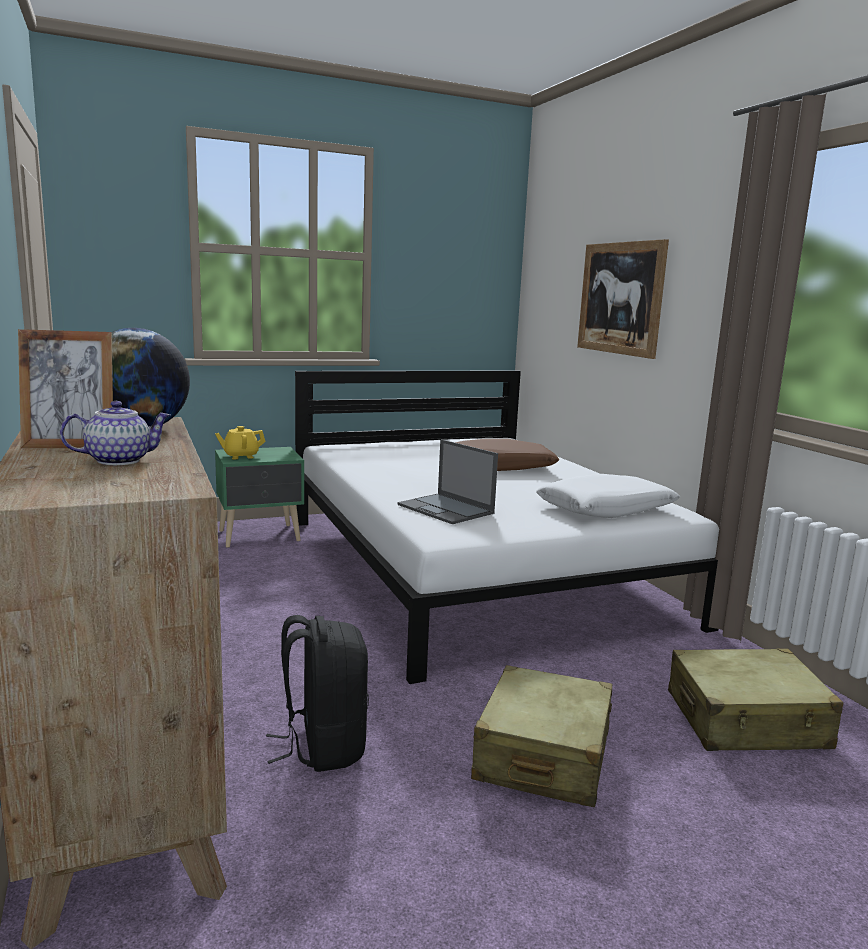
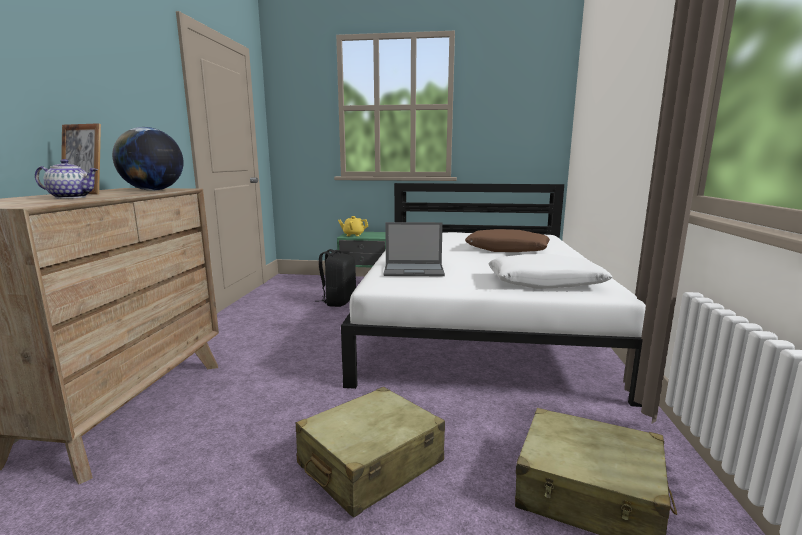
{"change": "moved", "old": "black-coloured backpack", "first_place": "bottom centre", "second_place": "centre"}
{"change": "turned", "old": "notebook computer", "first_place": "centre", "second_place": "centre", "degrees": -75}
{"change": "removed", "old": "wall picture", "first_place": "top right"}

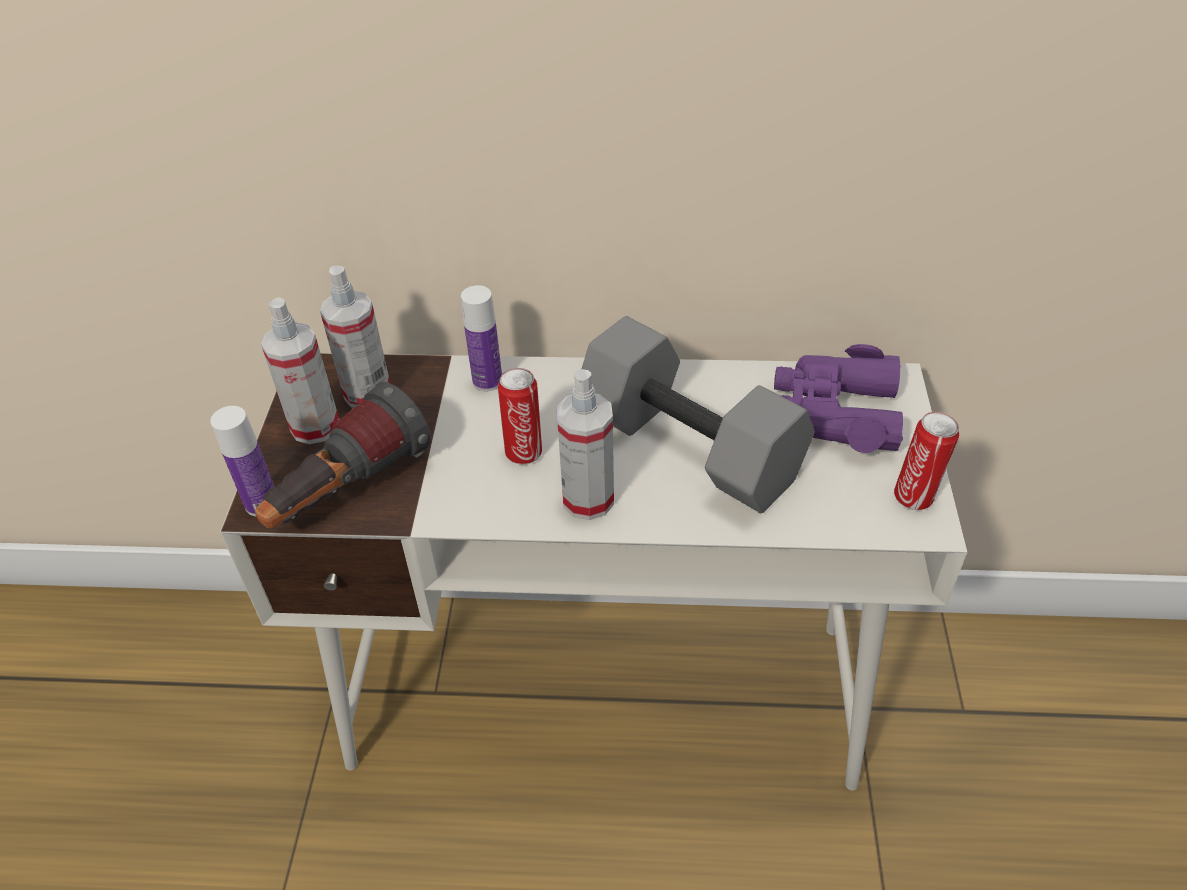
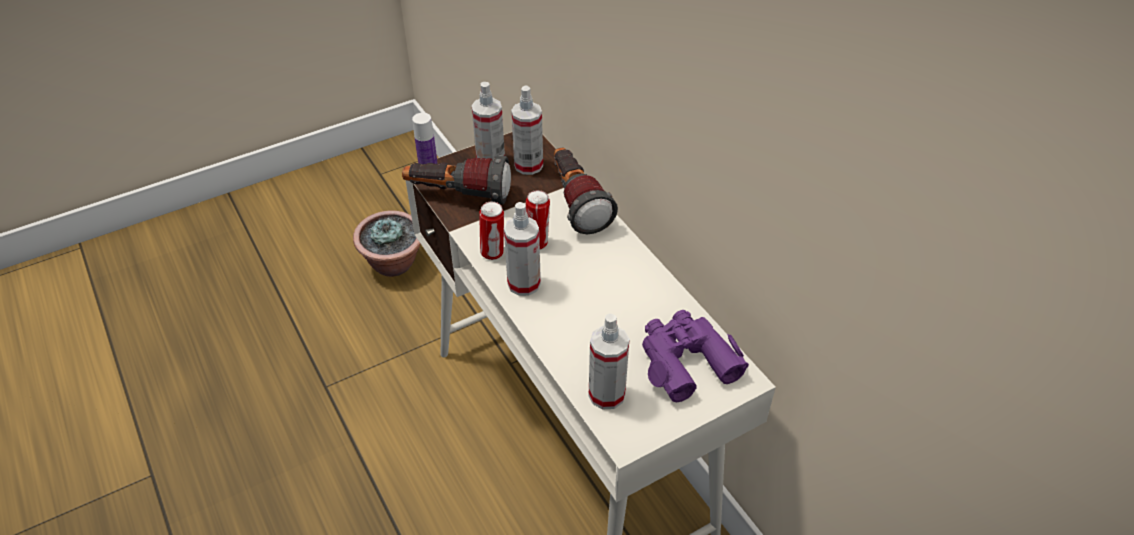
{"change": "added", "new": "houseplant", "second_place": "centre"}
{"change": "moved", "old": "sealed can (2nd from left in the first image)", "new": "sealed can (1st from left)", "first_place": "middle right", "second_place": "centre"}
{"change": "replaced", "old": "bottle (2nd from left)", "new": "flashlight (2nd from left)", "first_place": "centre", "second_place": "centre"}
{"change": "added", "new": "sprayer (4th from left)", "second_place": "bottom centre"}
{"change": "removed", "old": "greyish hand weight", "first_place": "centre"}

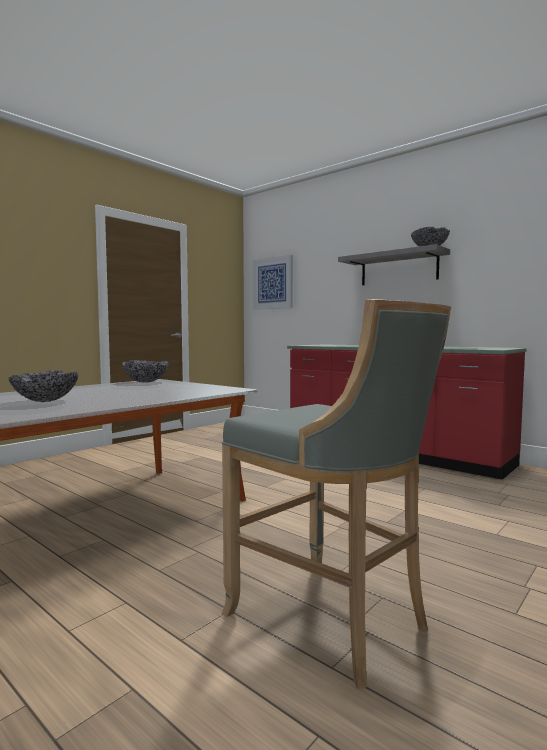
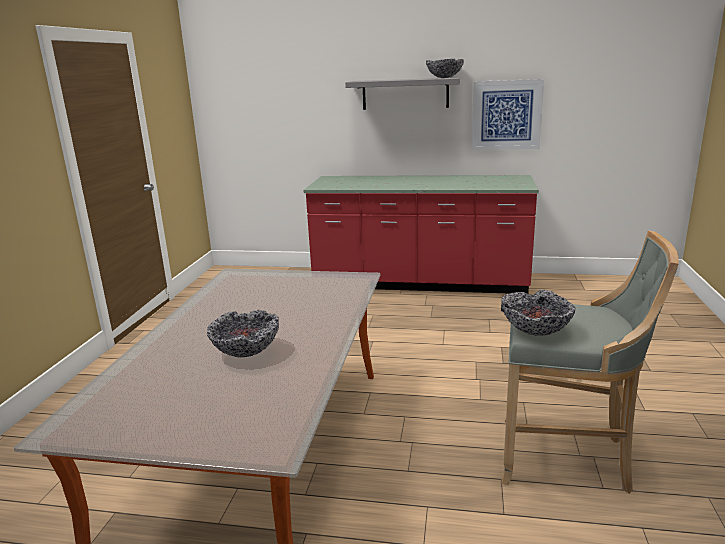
{"change": "moved", "old": "wall picture", "first_place": "centre", "second_place": "top right"}
{"change": "moved", "old": "serving bowl (2nd from left in the first image)", "new": "serving bowl (3rd from left)", "first_place": "middle left", "second_place": "middle right"}

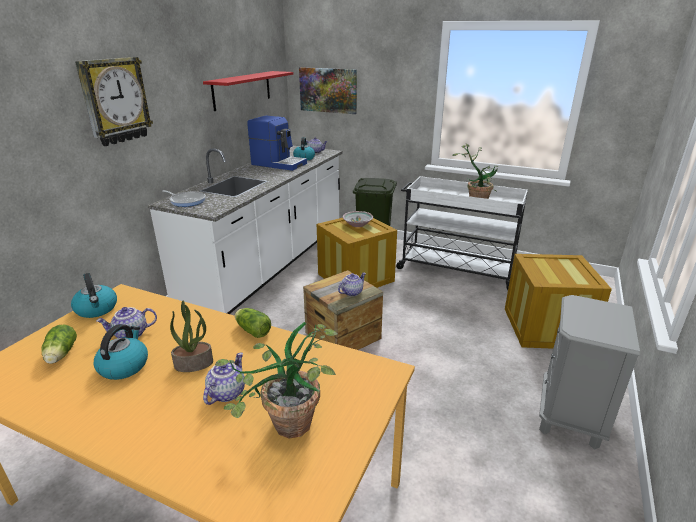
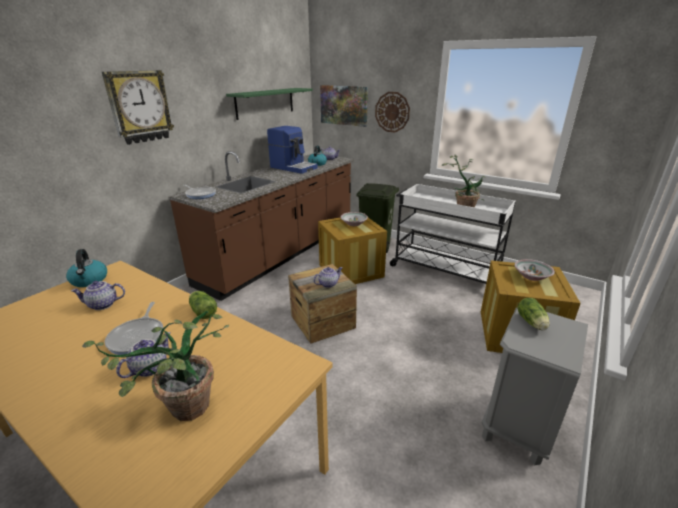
{"change": "replaced", "old": "houseplant (1st from left)", "new": "pan (1st from left)", "first_place": "middle left", "second_place": "middle left"}
{"change": "recoloured", "old": "whitish kitchen counter", "new": "brown-coloured kitchen counter", "first_place": "centre", "second_place": "centre"}
{"change": "recoloured", "old": "reddish wall shelf", "new": "greenish wall shelf", "first_place": "top centre", "second_place": "top centre"}
{"change": "added", "new": "wall clock (2nd from left)", "second_place": "top centre"}
{"change": "added", "new": "serving bowl (2nd from left)", "second_place": "middle right"}
{"change": "moved", "old": "lettuce (1st from left in the first image)", "new": "lettuce (2nd from left)", "first_place": "middle left", "second_place": "middle right"}
{"change": "removed", "old": "tea kettle (2nd from left)", "first_place": "bottom left"}

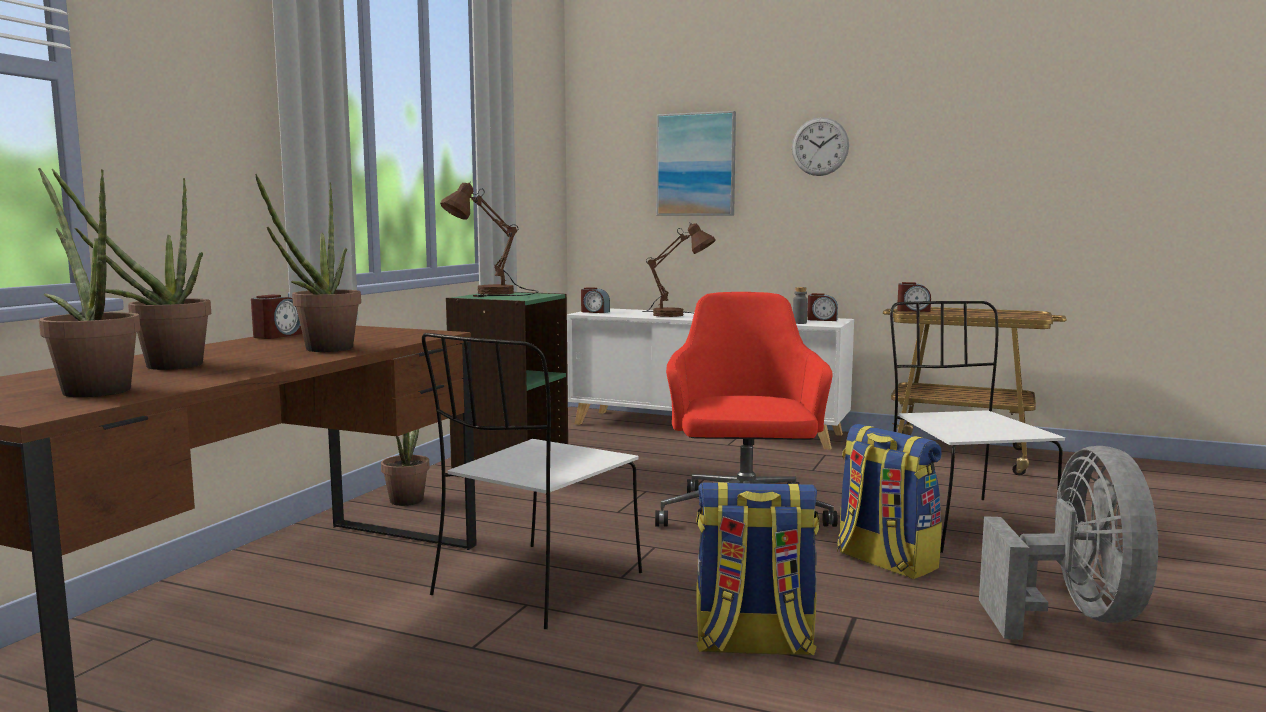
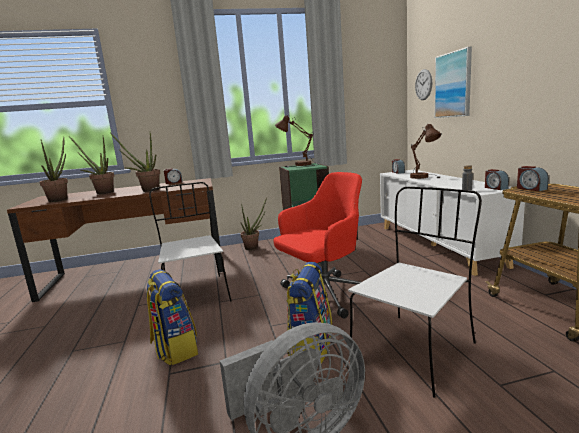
{"change": "turned", "old": "whitish upright chair (1st from left)", "first_place": "bottom centre", "second_place": "middle left", "degrees": 75}
{"change": "moved", "old": "wall clock", "first_place": "top centre", "second_place": "top right"}

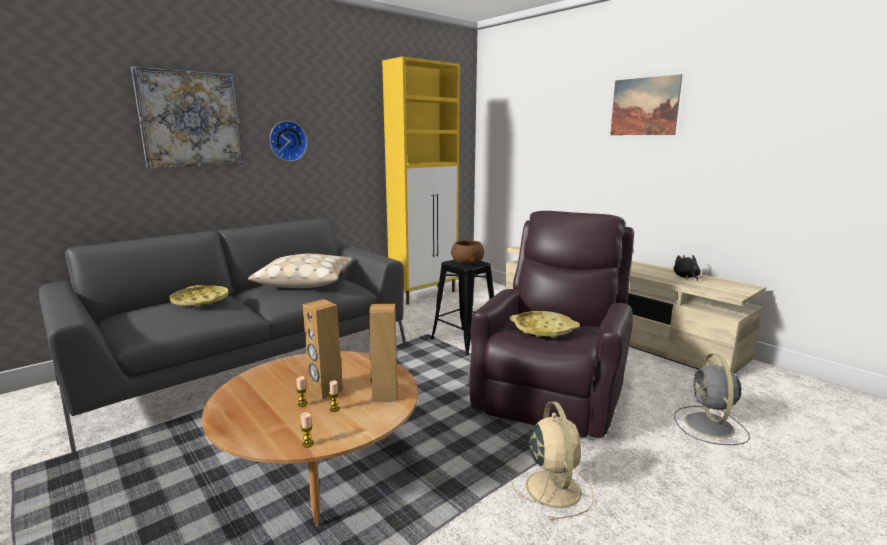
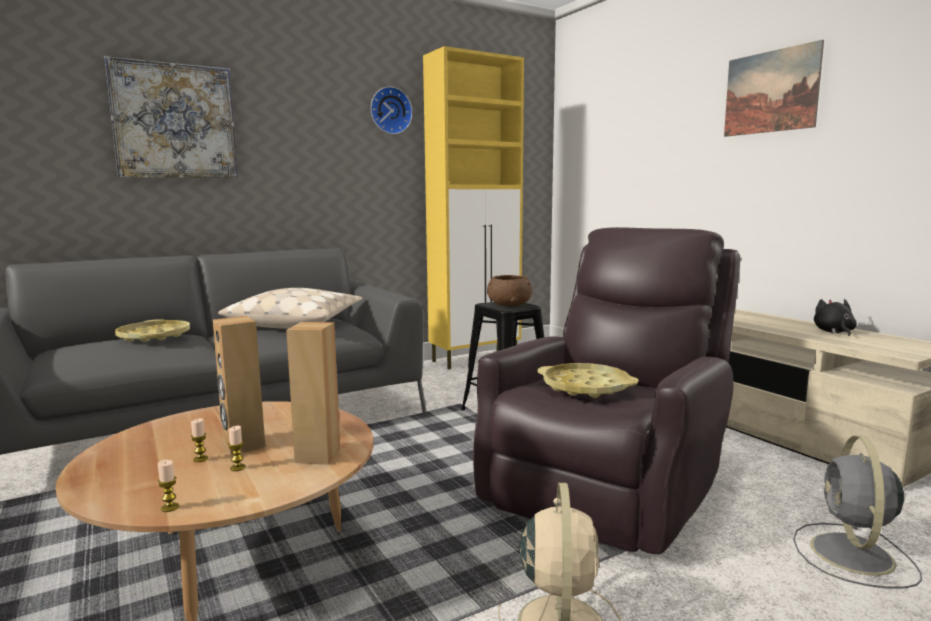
{"change": "moved", "old": "wall clock", "first_place": "top left", "second_place": "top centre"}

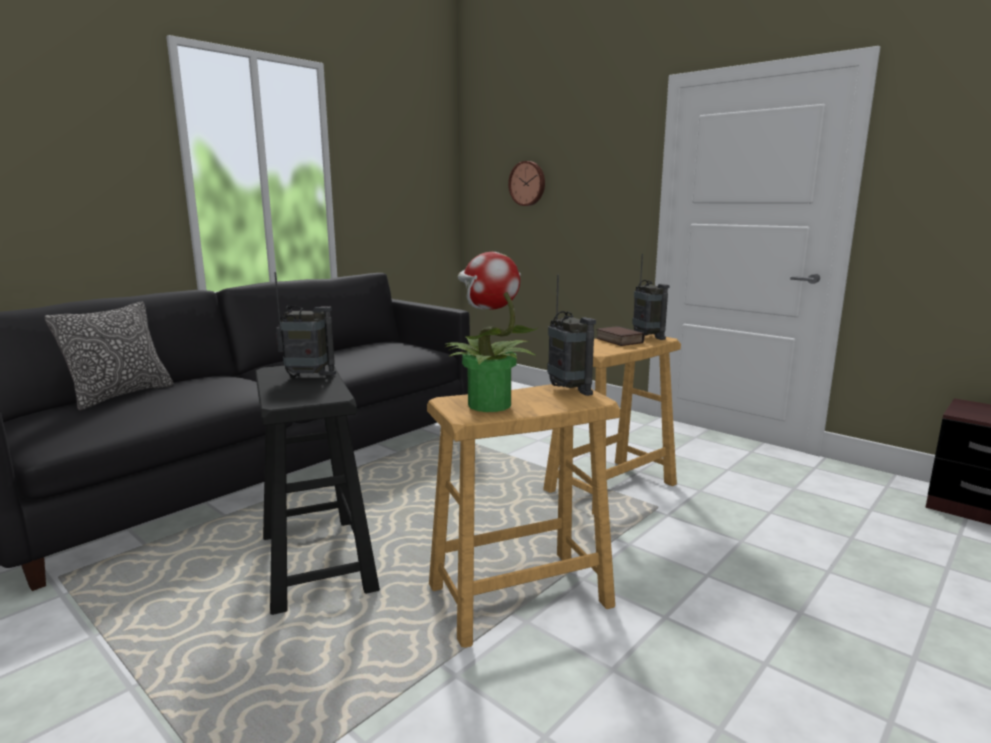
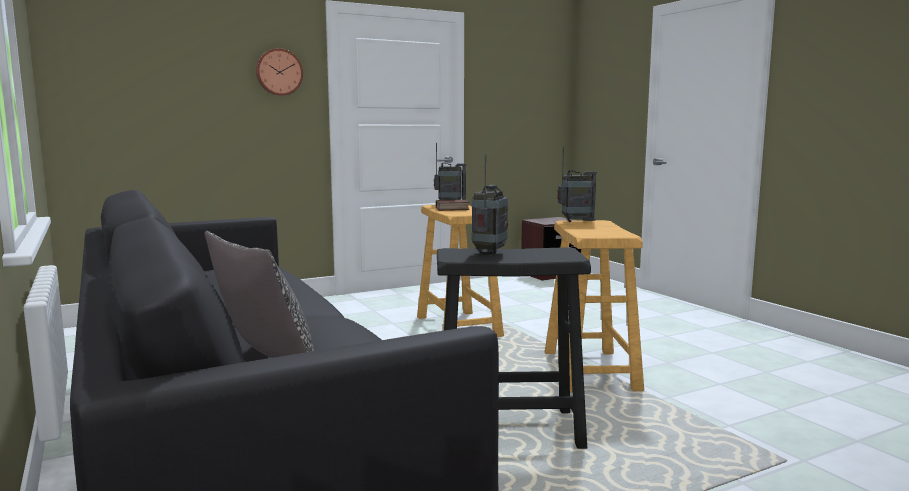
{"change": "moved", "old": "wall clock", "first_place": "top centre", "second_place": "top left"}
{"change": "removed", "old": "houseplant", "first_place": "centre"}

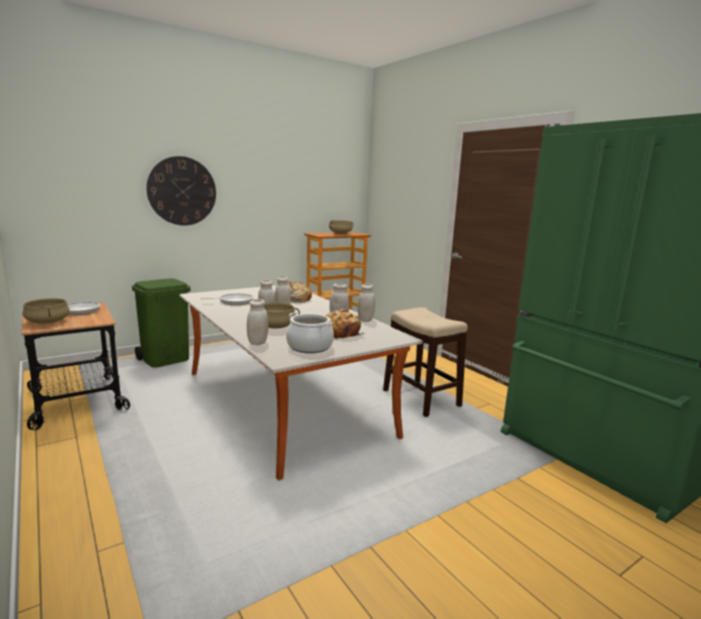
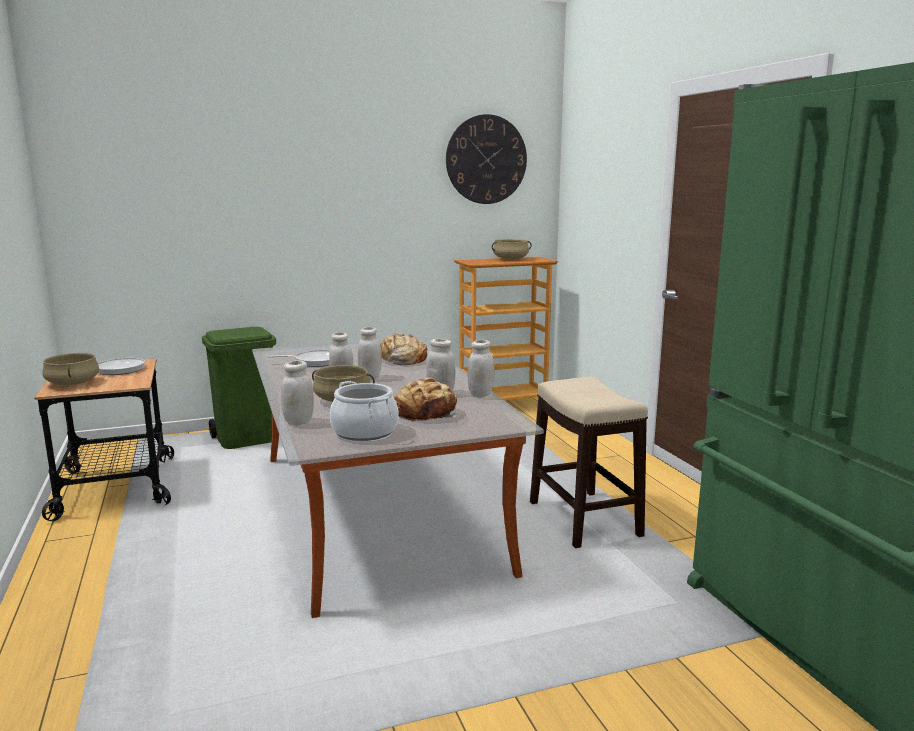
{"change": "moved", "old": "wall clock", "first_place": "top left", "second_place": "top centre"}

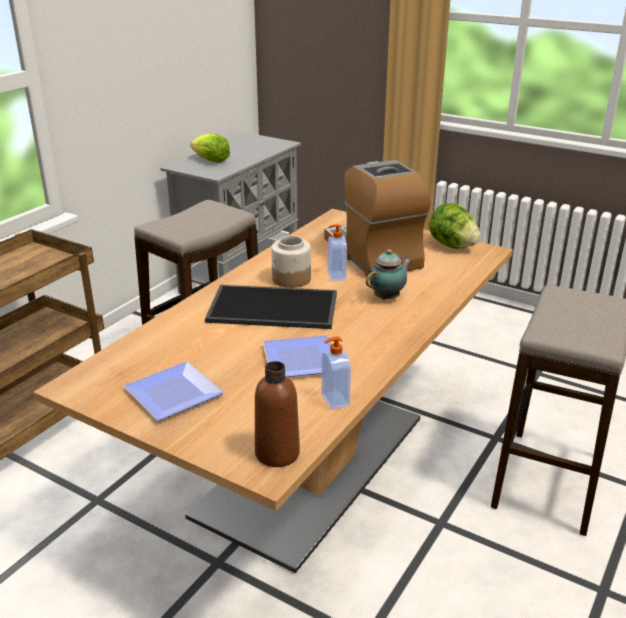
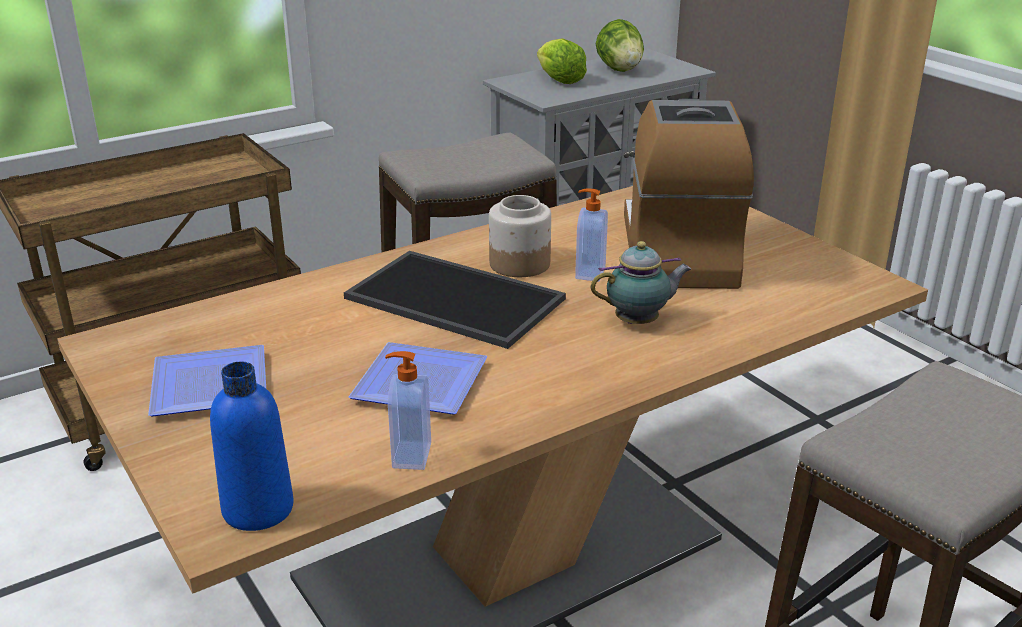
{"change": "recoloured", "old": "brown-coloured bottle", "new": "blue bottle", "first_place": "bottom centre", "second_place": "bottom left"}
{"change": "moved", "old": "lettuce (2nd from left)", "first_place": "middle right", "second_place": "top centre"}

